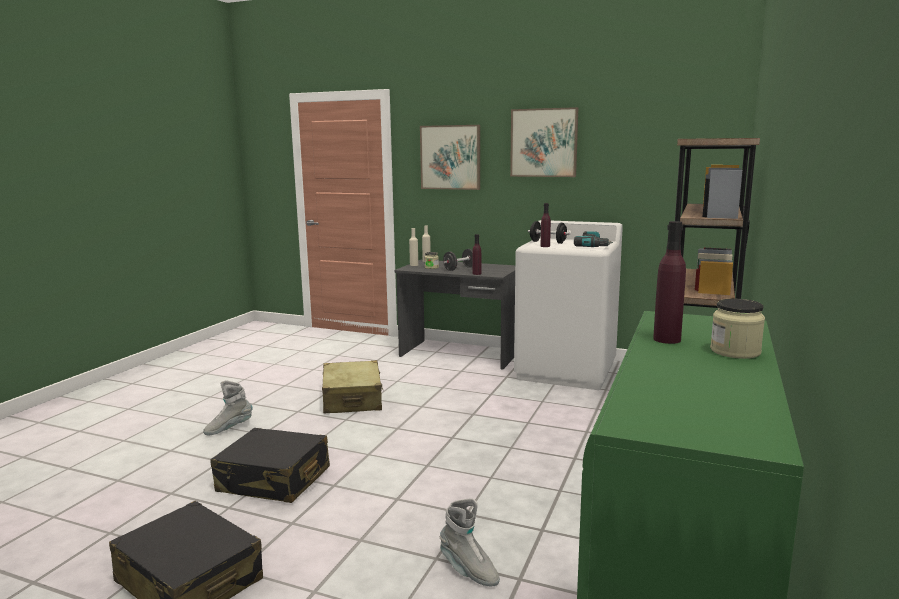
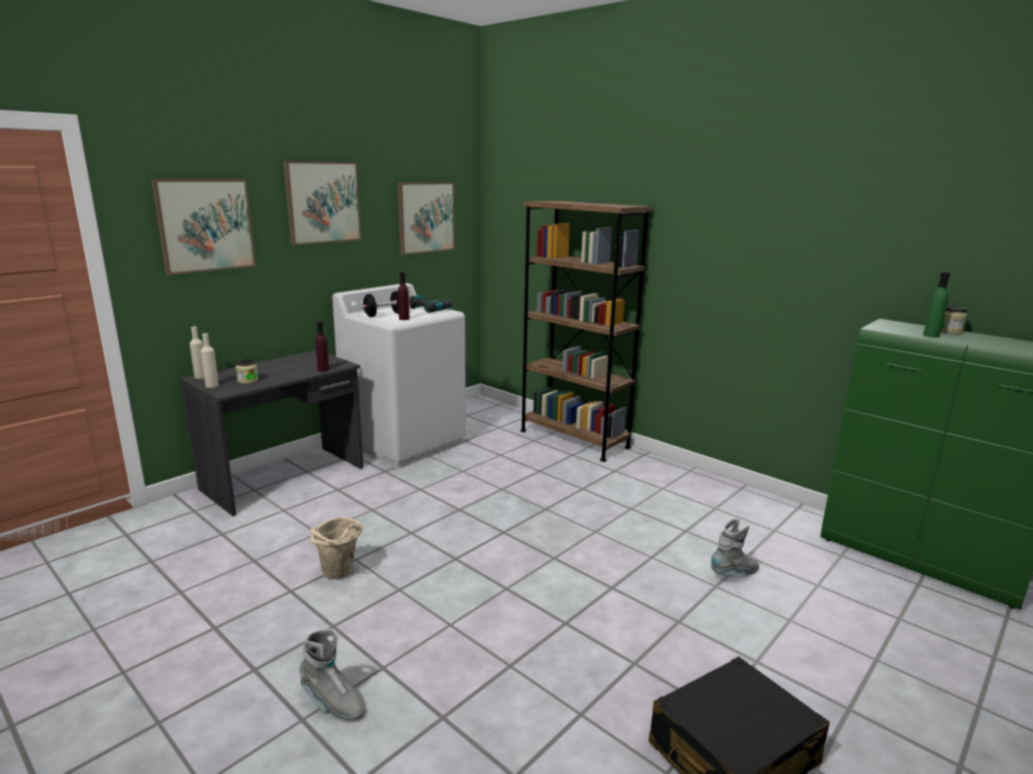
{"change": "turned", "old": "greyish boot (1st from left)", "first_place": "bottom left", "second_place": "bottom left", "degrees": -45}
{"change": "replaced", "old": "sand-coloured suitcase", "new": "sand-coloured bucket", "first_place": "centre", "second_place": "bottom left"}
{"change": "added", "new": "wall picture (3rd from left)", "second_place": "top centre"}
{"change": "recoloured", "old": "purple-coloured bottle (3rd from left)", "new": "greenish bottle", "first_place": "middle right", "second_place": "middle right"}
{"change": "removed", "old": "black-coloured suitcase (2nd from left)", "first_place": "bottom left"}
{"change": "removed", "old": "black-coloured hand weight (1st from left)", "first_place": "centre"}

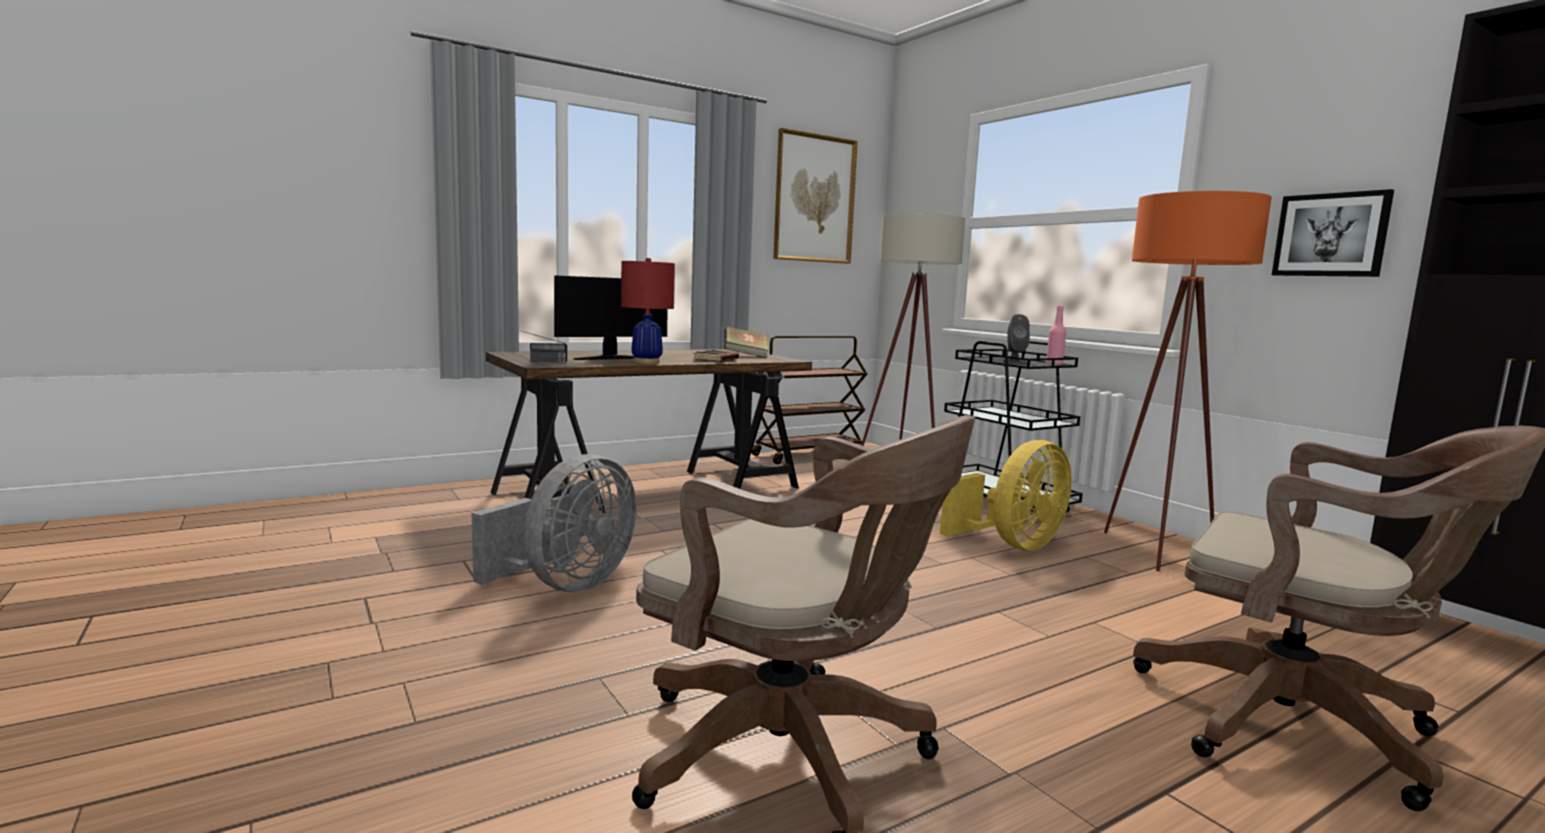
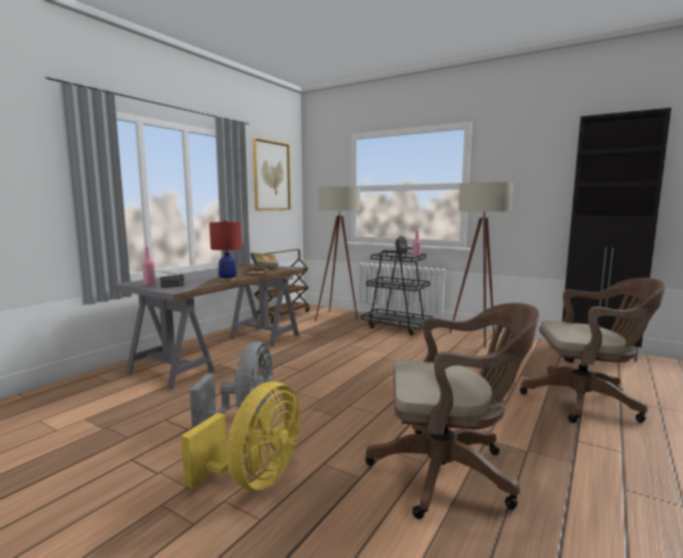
{"change": "recoloured", "old": "brown-coloured desk table", "new": "greyish desk table", "first_place": "centre", "second_place": "middle left"}
{"change": "added", "new": "pink bottle (1st from left)", "second_place": "middle left"}
{"change": "moved", "old": "yellow cooling fan", "first_place": "centre", "second_place": "bottom centre"}
{"change": "recoloured", "old": "orangey standard lamp", "new": "sand-coloured standard lamp (2nd from left)", "first_place": "middle right", "second_place": "middle right"}
{"change": "removed", "old": "computer screen", "first_place": "centre"}
{"change": "removed", "old": "wall picture (2nd from left)", "first_place": "top right"}

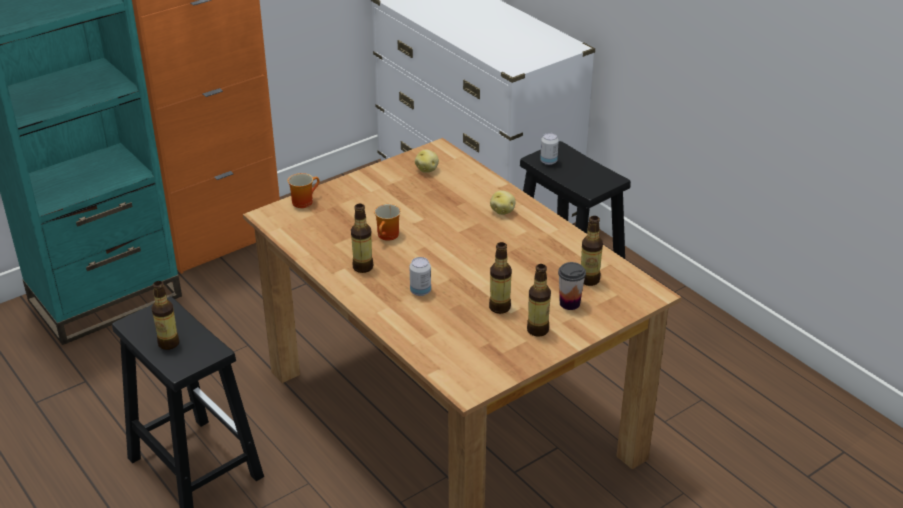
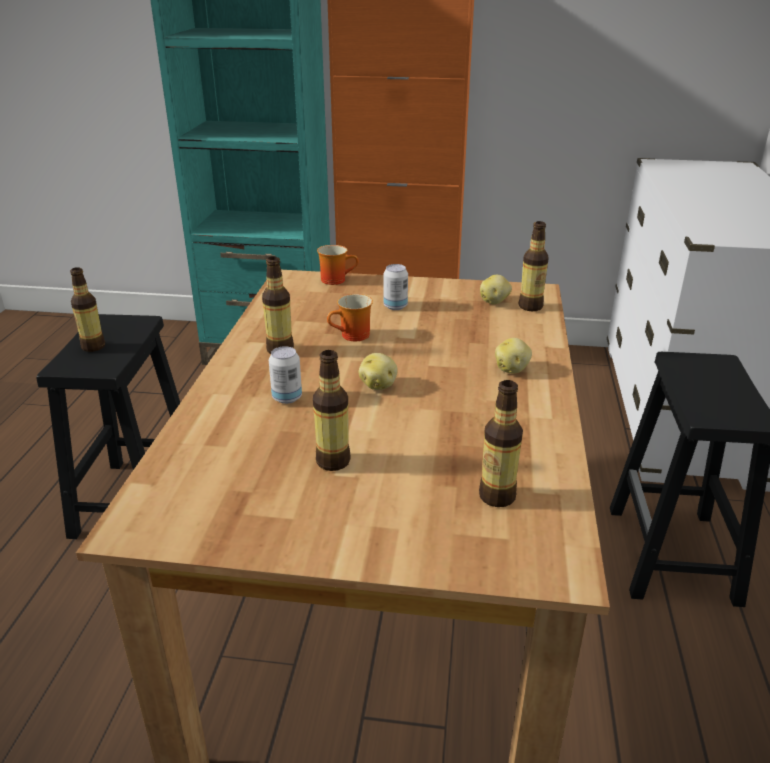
{"change": "added", "new": "spud (1st from left)", "second_place": "centre"}
{"change": "moved", "old": "sealed can (2nd from left)", "first_place": "top centre", "second_place": "centre"}
{"change": "moved", "old": "bottle (4th from left in the first image)", "new": "bottle (5th from left)", "first_place": "centre", "second_place": "middle right"}
{"change": "removed", "old": "drinking cup", "first_place": "centre"}

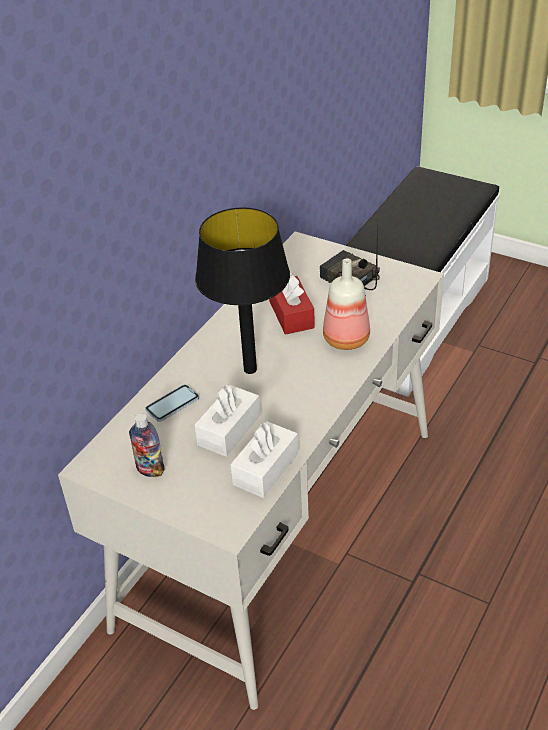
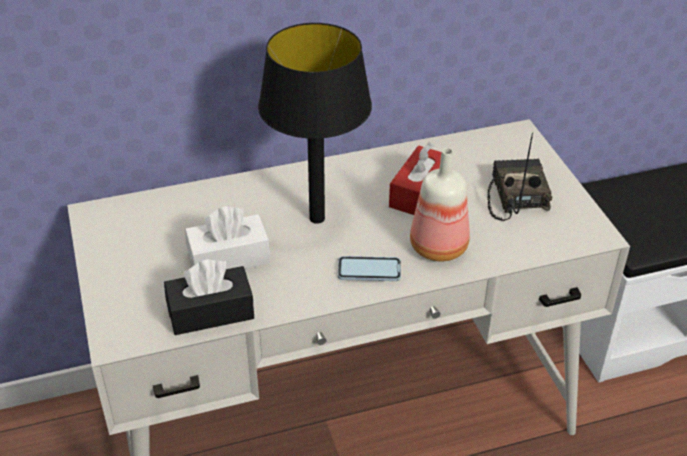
{"change": "recoloured", "old": "whitish box of tissues (2nd from left)", "new": "black-coloured box of tissues", "first_place": "centre", "second_place": "middle left"}
{"change": "moved", "old": "handset", "first_place": "middle left", "second_place": "centre"}
{"change": "removed", "old": "bottle (1st from left)", "first_place": "middle left"}

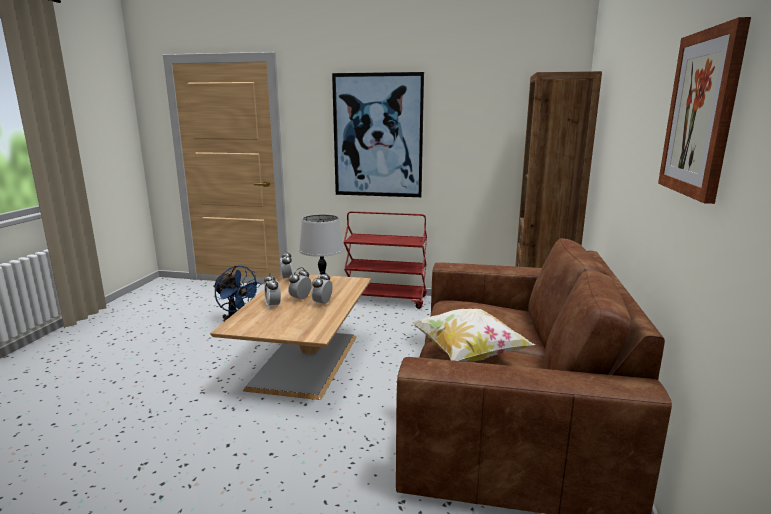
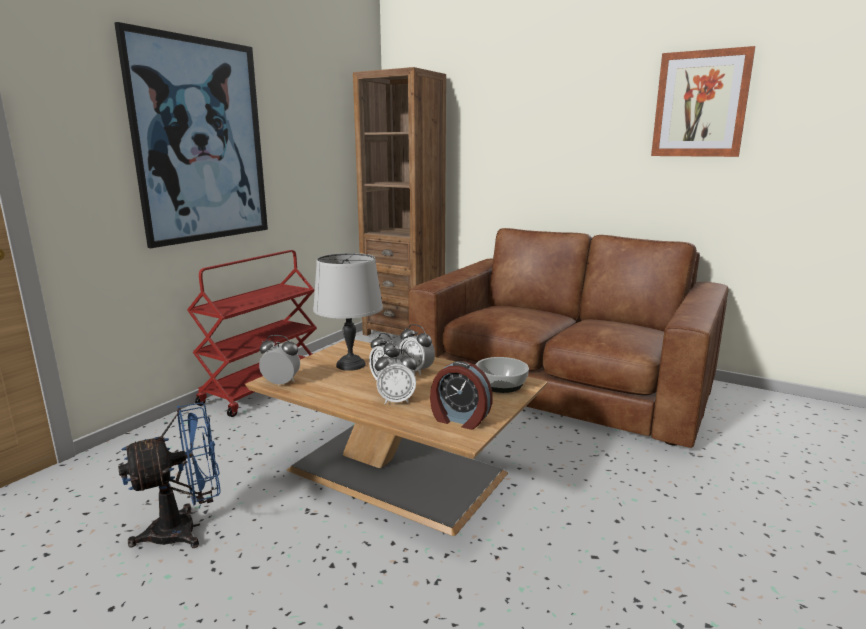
{"change": "added", "new": "bedside clock (5th from left)", "second_place": "centre"}
{"change": "added", "new": "serving bowl", "second_place": "centre"}
{"change": "removed", "old": "cushion", "first_place": "centre"}

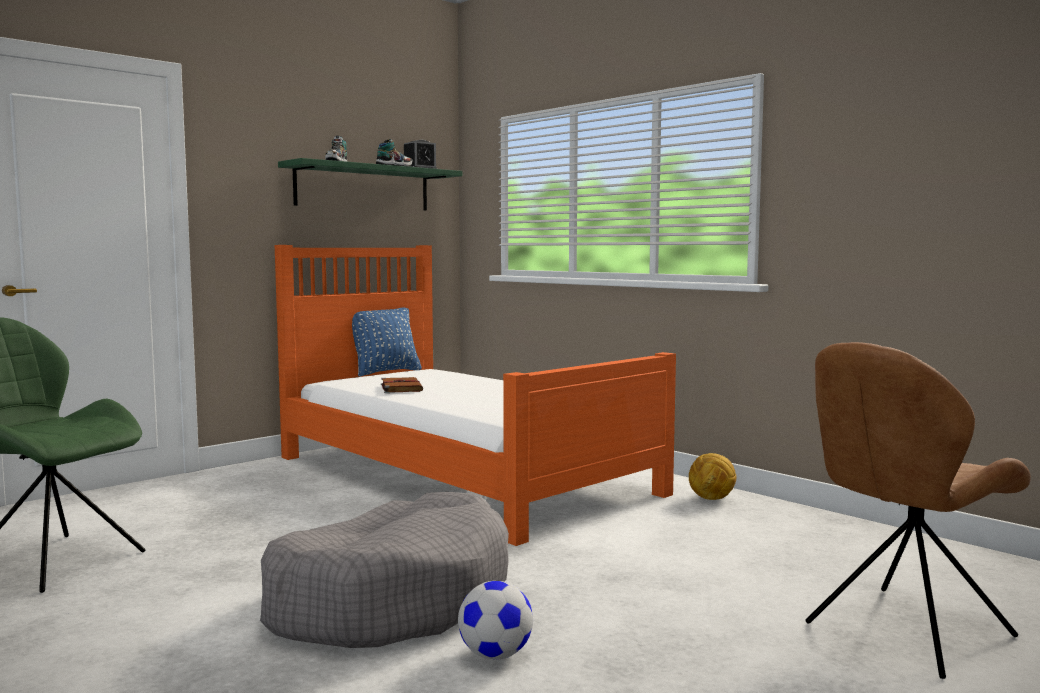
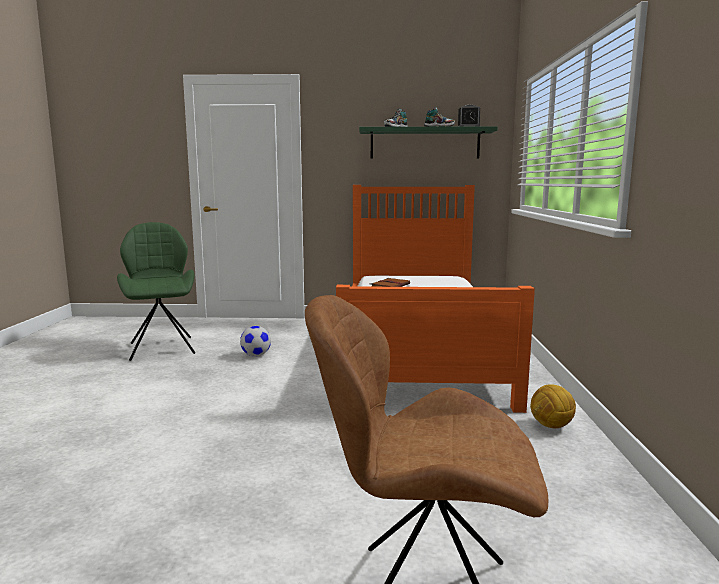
{"change": "moved", "old": "football ball (1st from left)", "first_place": "bottom centre", "second_place": "centre"}
{"change": "removed", "old": "greyish pet bed", "first_place": "bottom centre"}
{"change": "removed", "old": "blue cushion", "first_place": "centre"}

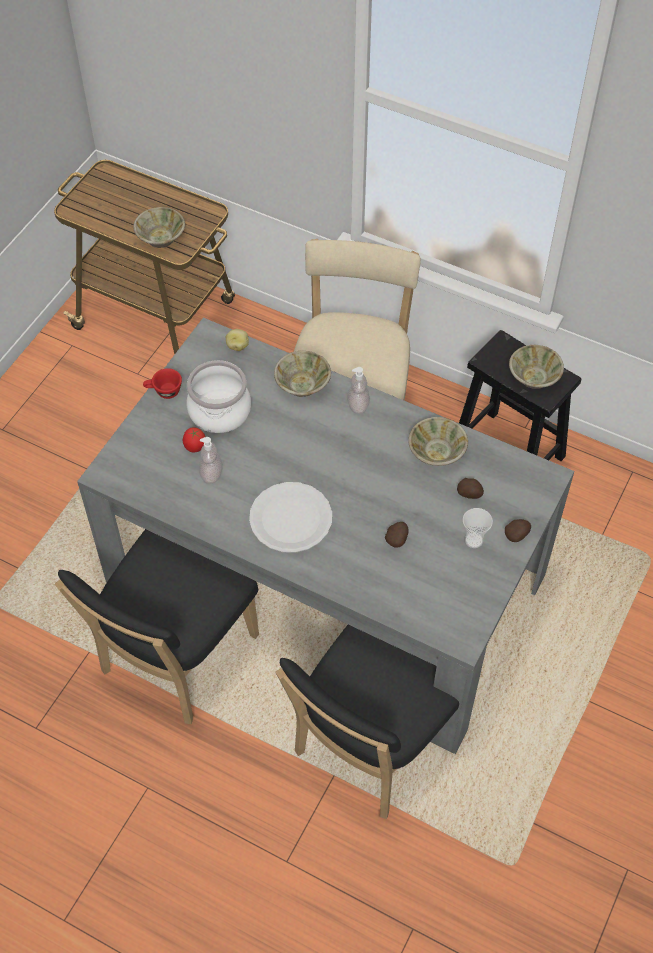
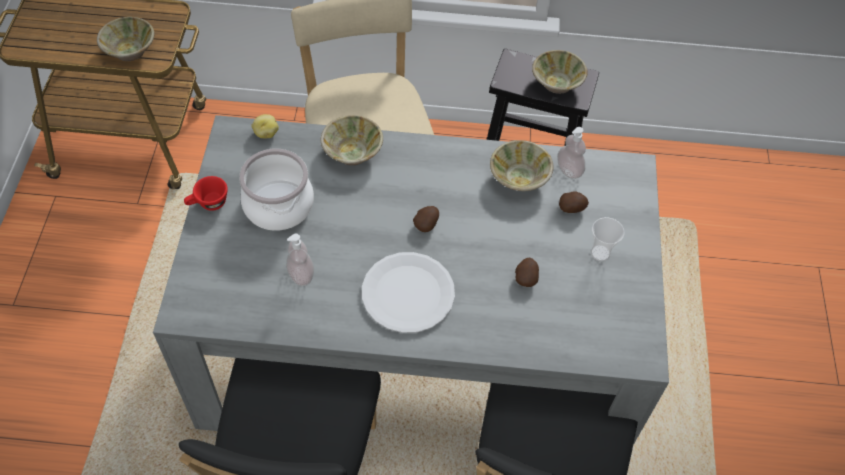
{"change": "moved", "old": "spud (4th from left in the first image)", "new": "spud (2nd from left)", "first_place": "middle right", "second_place": "centre"}
{"change": "moved", "old": "soap dispenser (2nd from left)", "first_place": "centre", "second_place": "top right"}
{"change": "removed", "old": "tomato", "first_place": "middle left"}

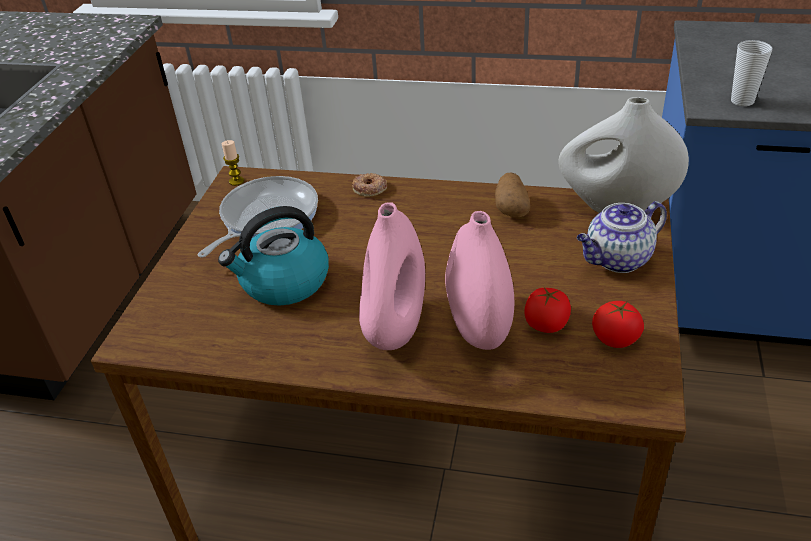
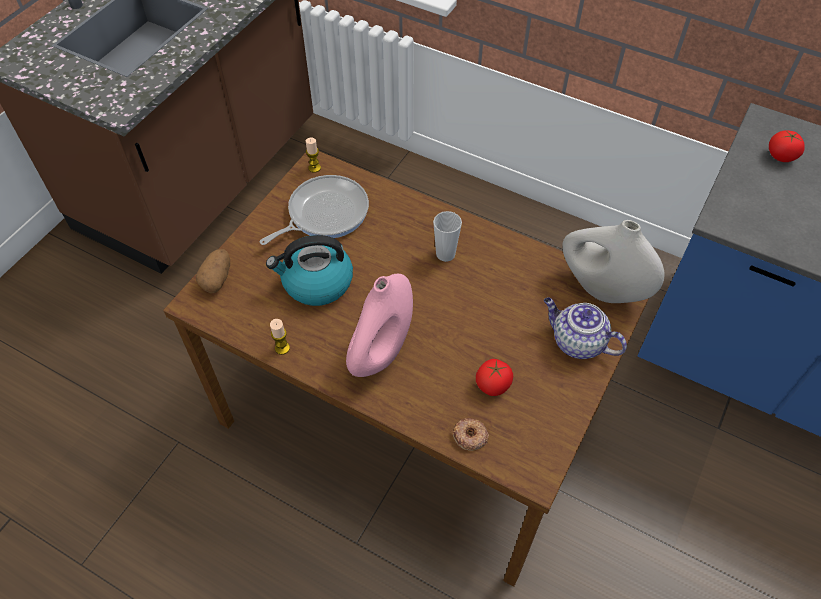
{"change": "moved", "old": "spud", "first_place": "centre", "second_place": "middle left"}
{"change": "added", "new": "candle (1st from left)", "second_place": "centre"}
{"change": "moved", "old": "drinking cup", "first_place": "top right", "second_place": "centre"}
{"change": "moved", "old": "doughnut", "first_place": "centre", "second_place": "bottom centre"}
{"change": "turned", "old": "teapot", "first_place": "middle right", "second_place": "middle right", "degrees": 45}
{"change": "moved", "old": "tomato (2nd from left)", "first_place": "middle right", "second_place": "top right"}
{"change": "removed", "old": "pink flower vase (2nd from left)", "first_place": "centre"}

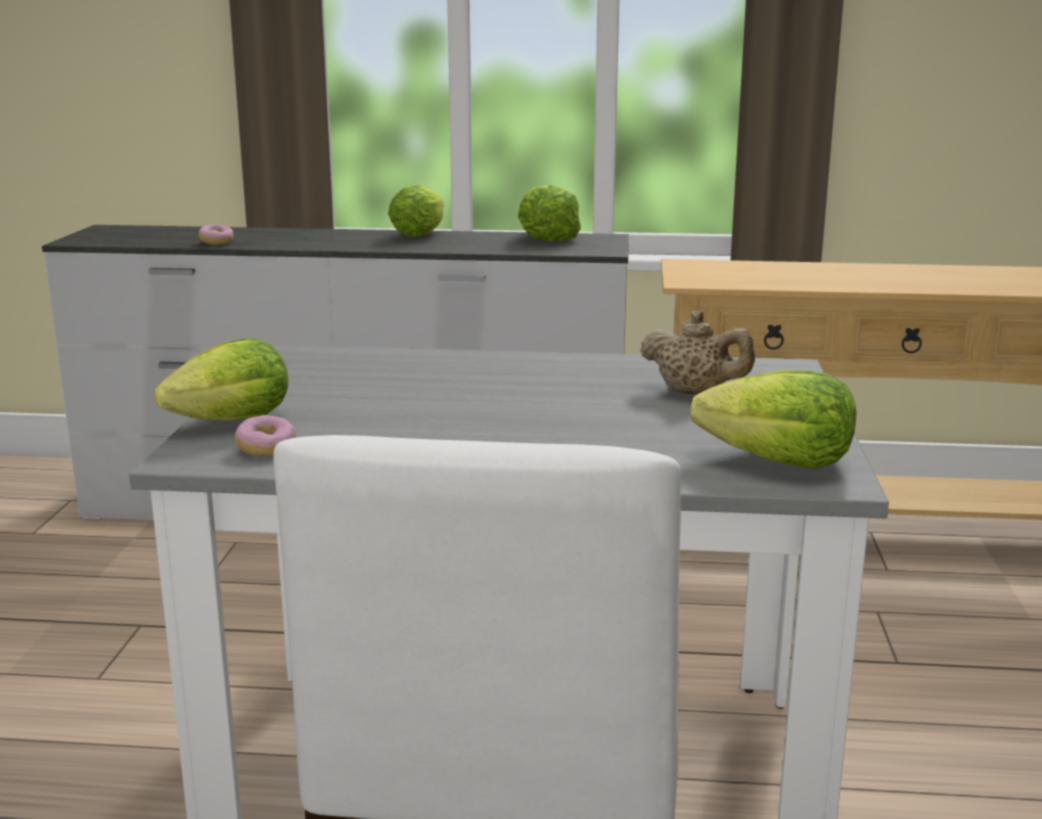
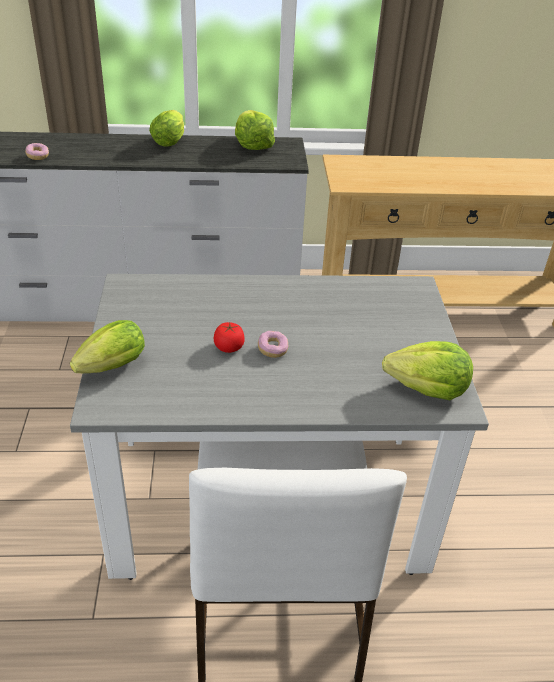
{"change": "added", "new": "tomato", "second_place": "centre"}
{"change": "moved", "old": "doughnut (2nd from left)", "first_place": "middle left", "second_place": "centre"}
{"change": "removed", "old": "sand-coloured teapot", "first_place": "middle right"}

